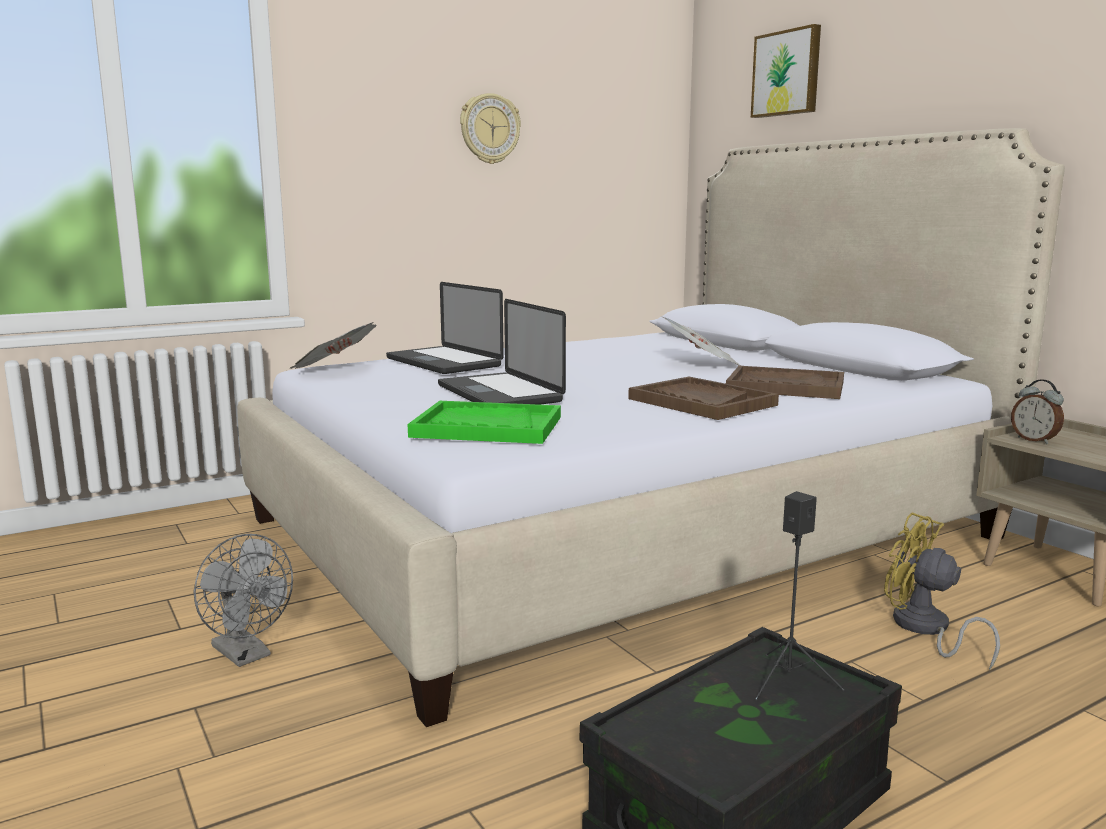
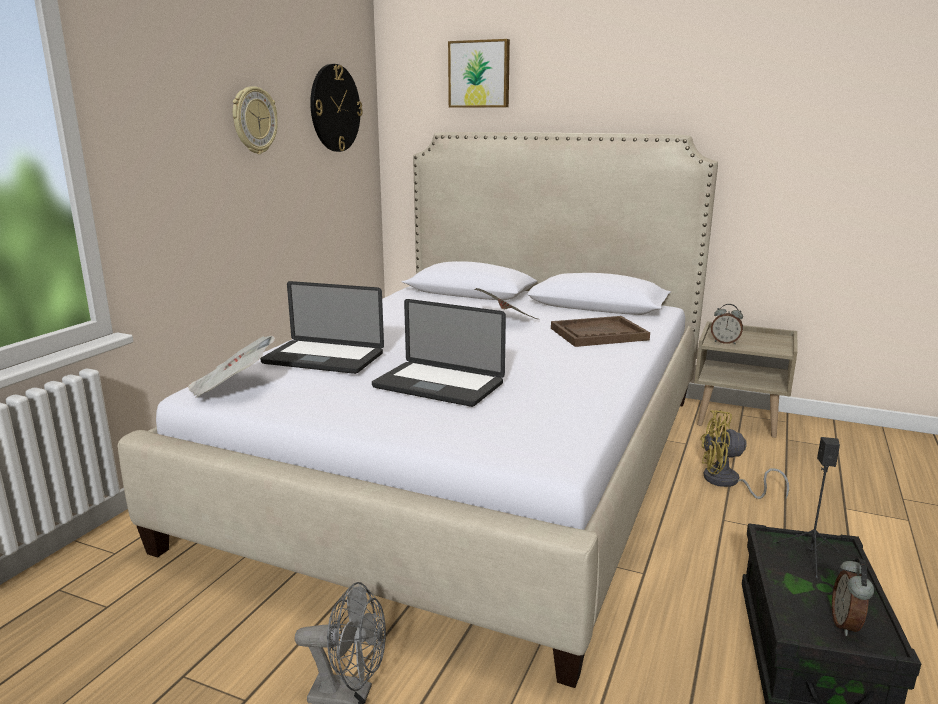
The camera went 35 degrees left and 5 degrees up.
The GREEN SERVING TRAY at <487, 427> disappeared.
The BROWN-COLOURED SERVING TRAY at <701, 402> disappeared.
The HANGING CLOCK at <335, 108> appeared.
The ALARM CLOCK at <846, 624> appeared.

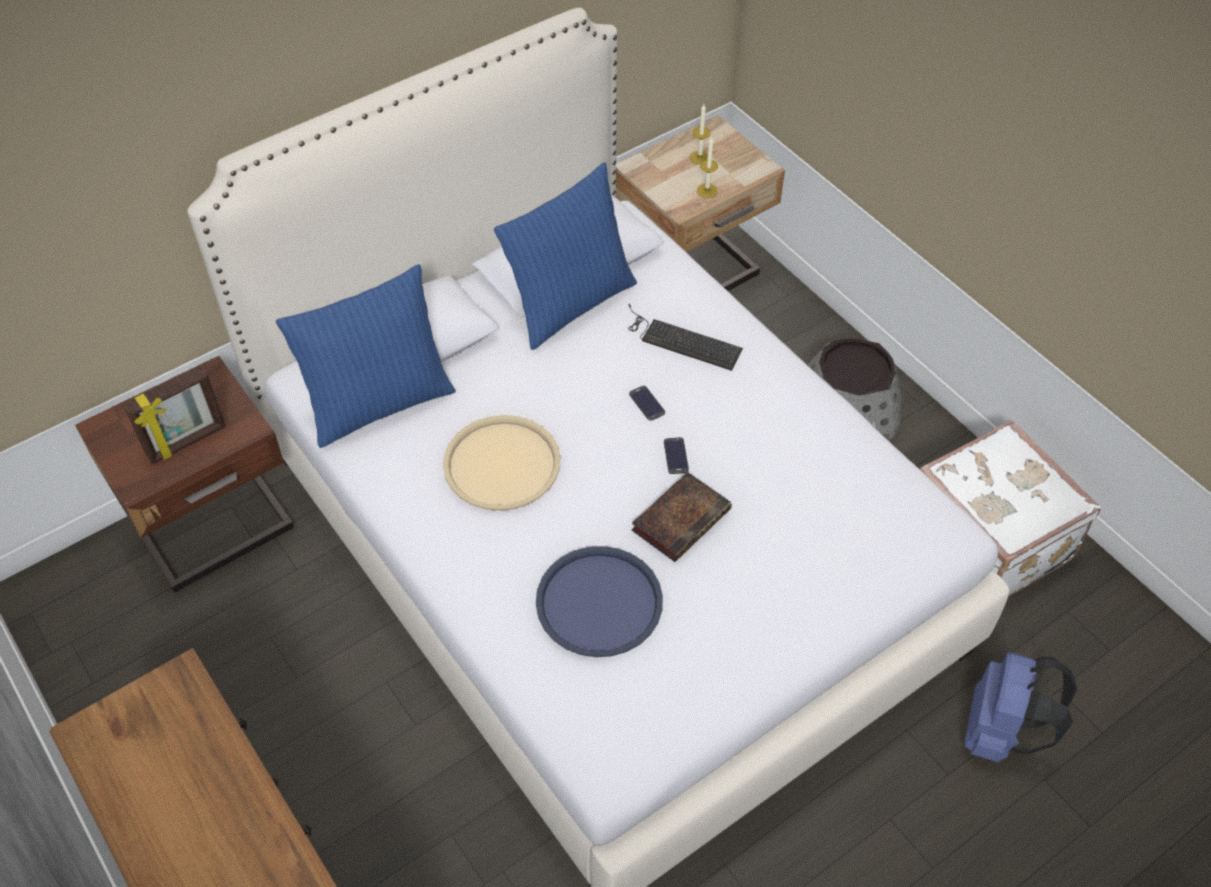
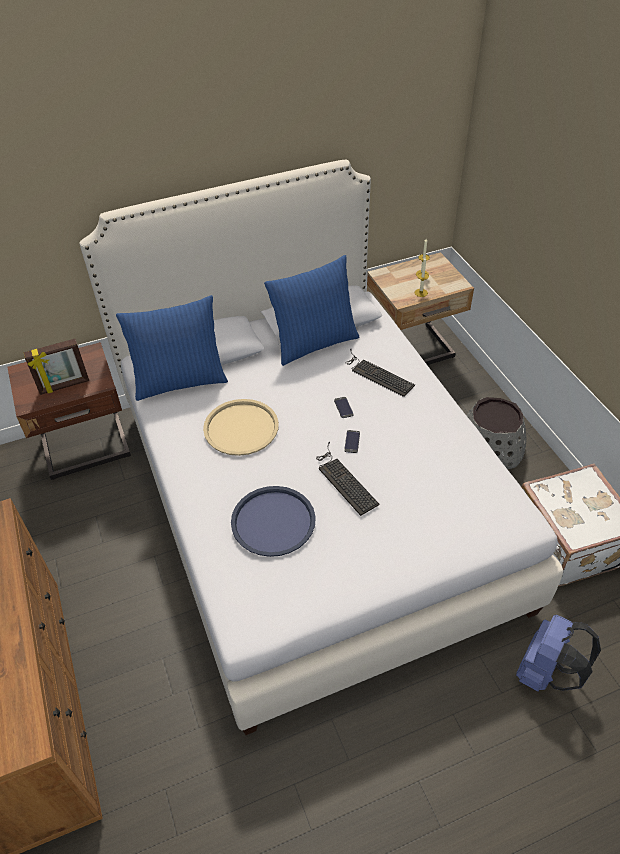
The camera went 15 degrees right and 5 degrees down.
The BOOK at <682, 518> was replaced by the PC KEYBOARD at <344, 480>.

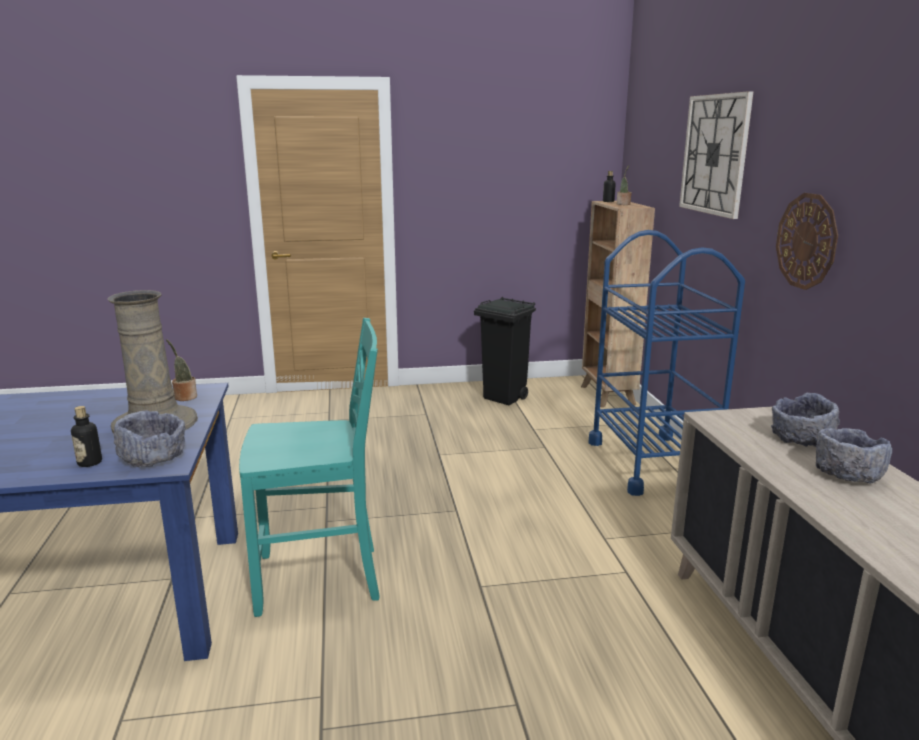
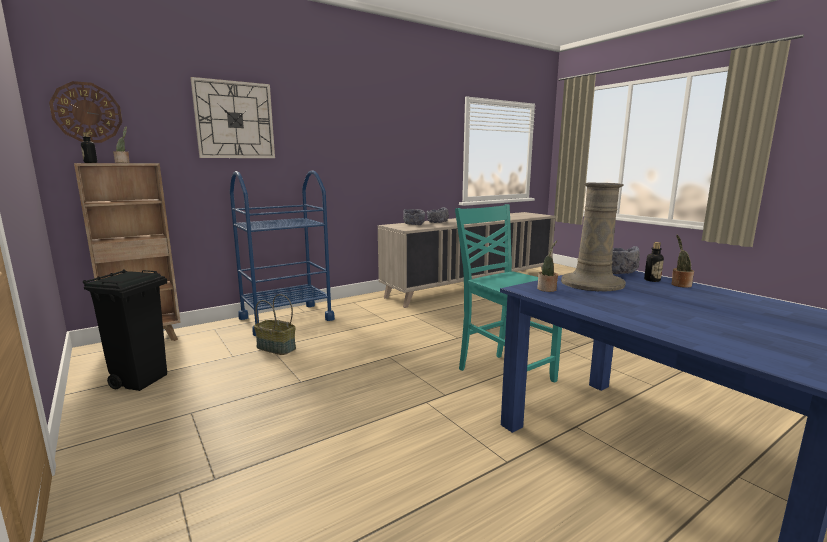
The camera went 115 degrees left and 5 degrees down.
The BASKET at <275, 348> appeared.
The HOUSEPLANT at <680, 284> appeared.
The HANGING CLOCK moved from <807, 241> to <87, 112>.

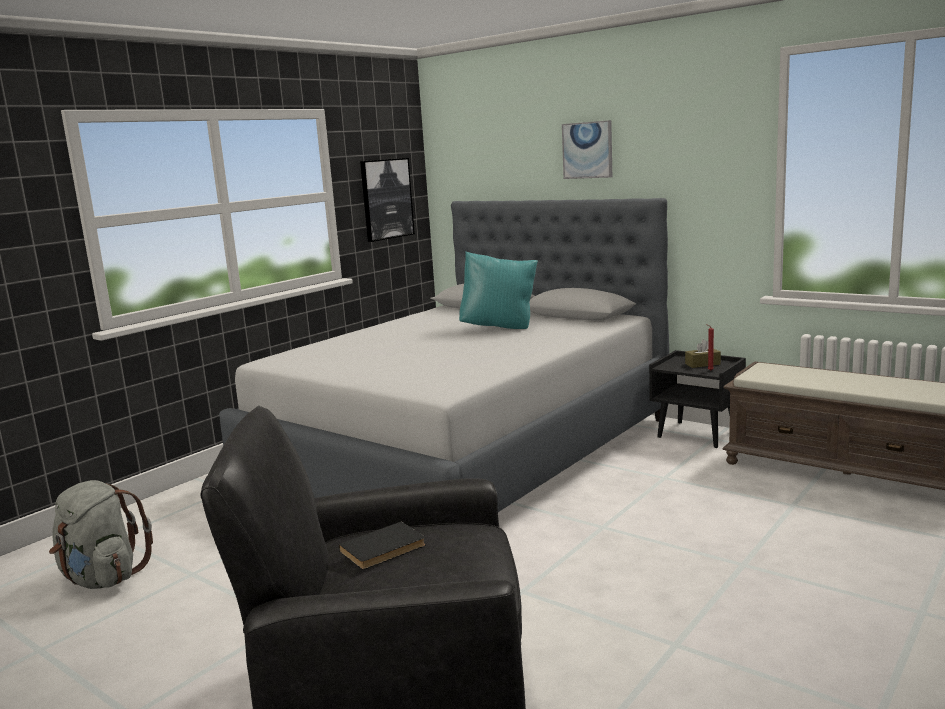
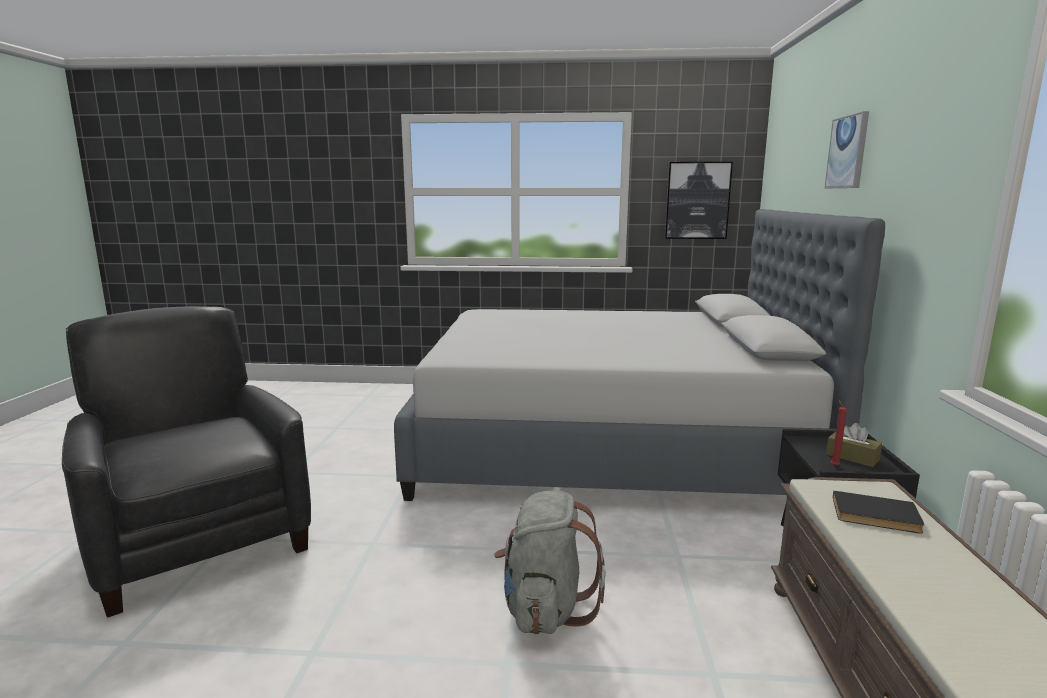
The camera went 55 degrees right and 0 degrees up.
The BLUE-GREEN PILLOW at <500, 327> disappeared.
The GREYISH BACKPACK moved from <103, 578> to <545, 608>.
The BLACKISH BOOK moved from <384, 549> to <876, 516>.

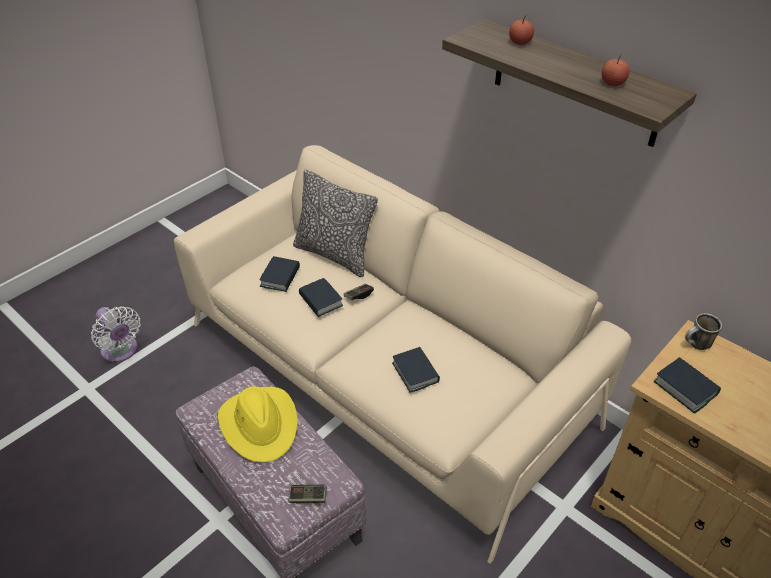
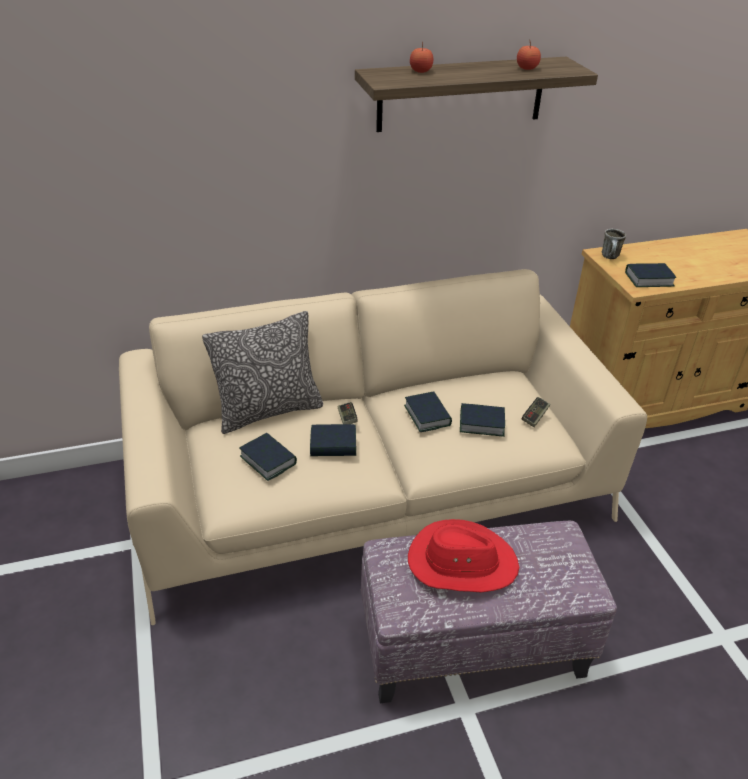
The camera went 60 degrees left and 5 degrees down.
The WHITE COOLING FAN at <121, 351> disappeared.
The BOOK at <427, 415> appeared.
The GAMEPAD moved from <308, 497> to <535, 416>.
The YELLOW-COLOURED HAT at <260, 424> became the RED-COLOURED HAT at <461, 562>.

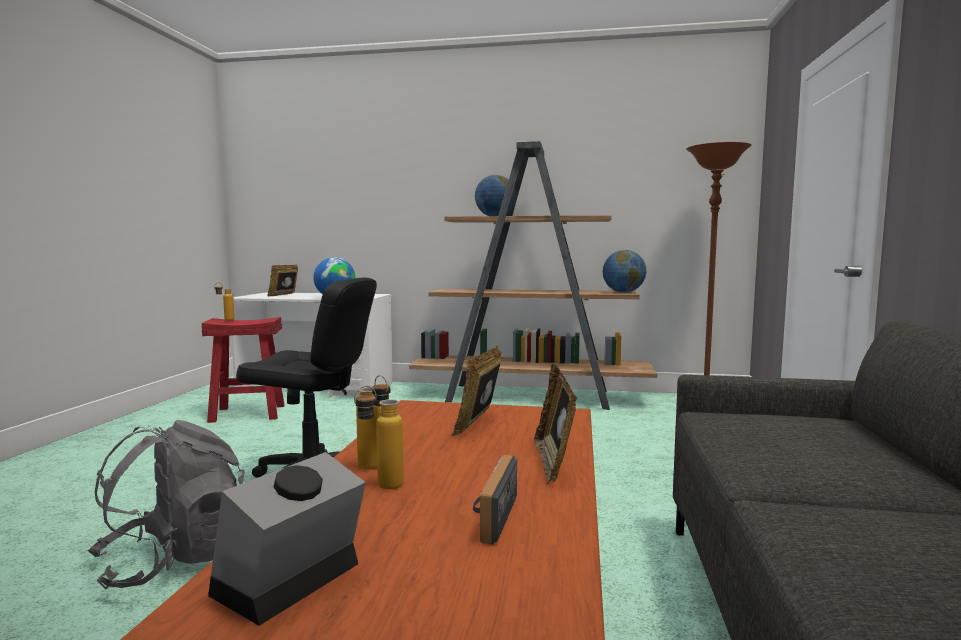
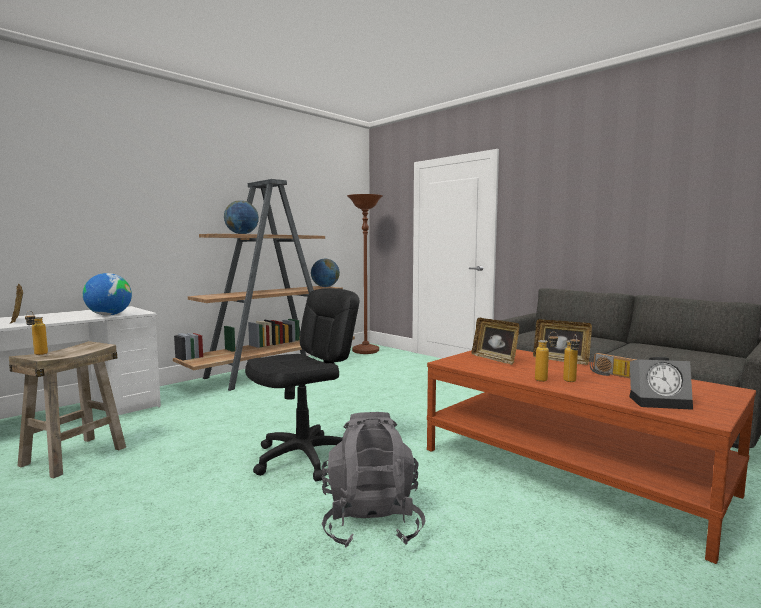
The camera went 55 degrees left and 0 degrees up.
The RED-COLOURED STOOL SEAT at <247, 414> became the SAND-COLOURED STOOL SEAT at <74, 456>.
The ALARM CLOCK at <288, 583> turned 60 degrees counterclockwise.

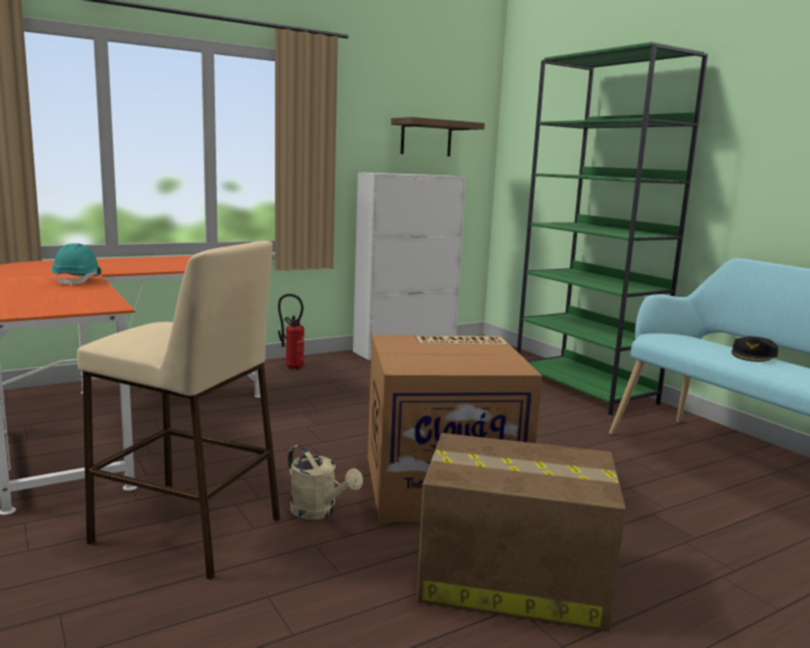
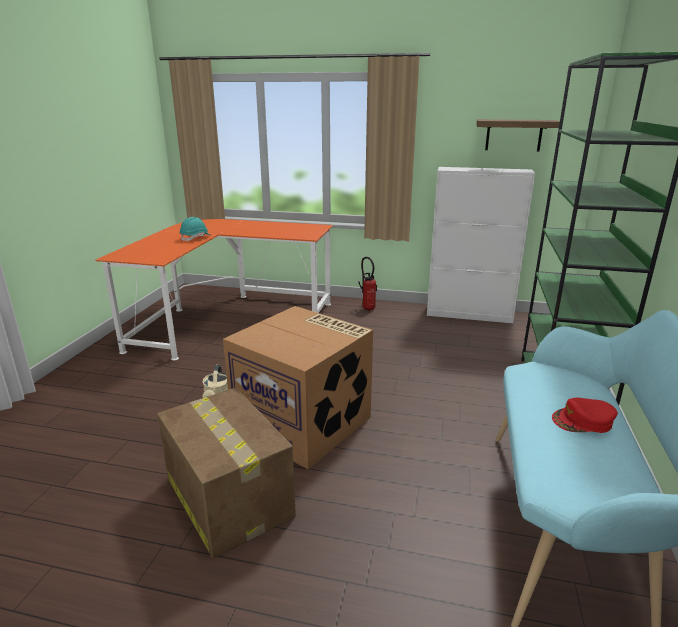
The camera went 45 degrees right and 10 degrees up.
The SAND-COLOURED STOOL SEAT at <188, 531> disappeared.
The BLACKISH BASEBALL CAP at <753, 355> became the RED-COLOURED BASEBALL CAP at <583, 421>.

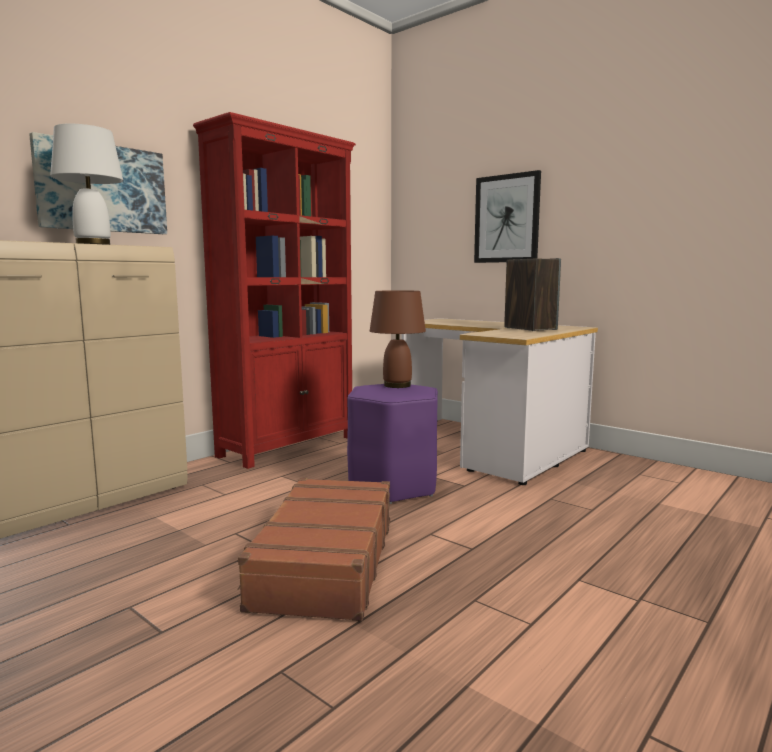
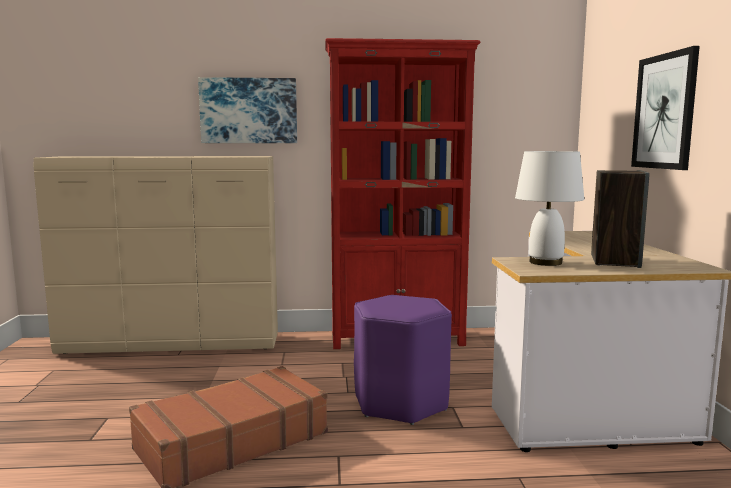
The camera went 45 degrees right and 0 degrees up.
The BROWN-COLOURED LAMP FOR A TABLE at <398, 385> disappeared.
The WHITE LAMP FOR A TABLE moved from <94, 244> to <546, 262>.

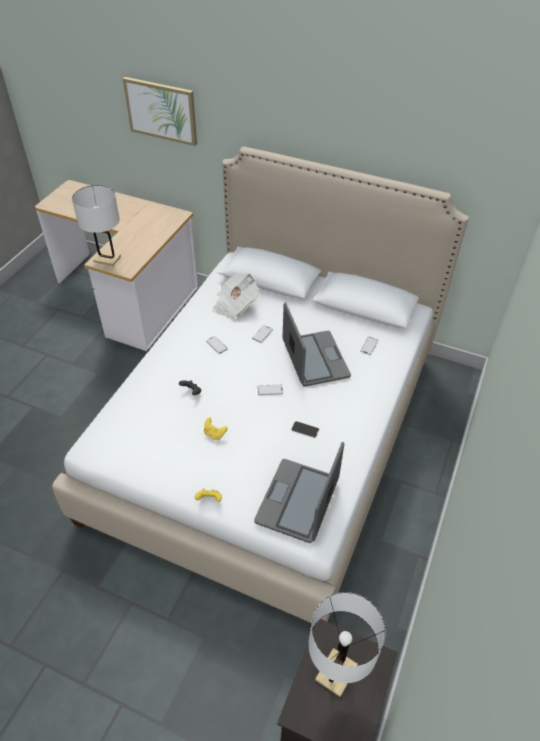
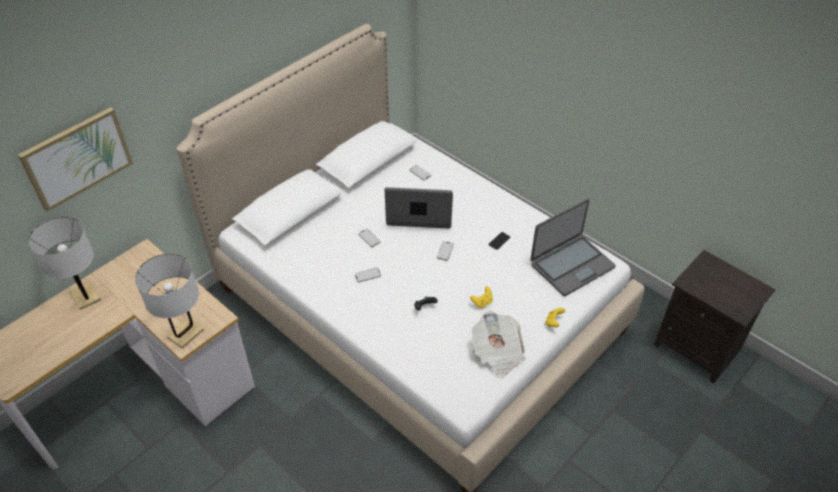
The camera went 70 degrees left and 0 degrees up.
The PRINTED PAPER moved from <235, 305> to <497, 353>.
The WHITE LAMP FOR A TABLE moved from <336, 673> to <85, 296>.
The NOTEBOOK COMPUTER at <298, 501> turned 75 degrees counterclockwise.

